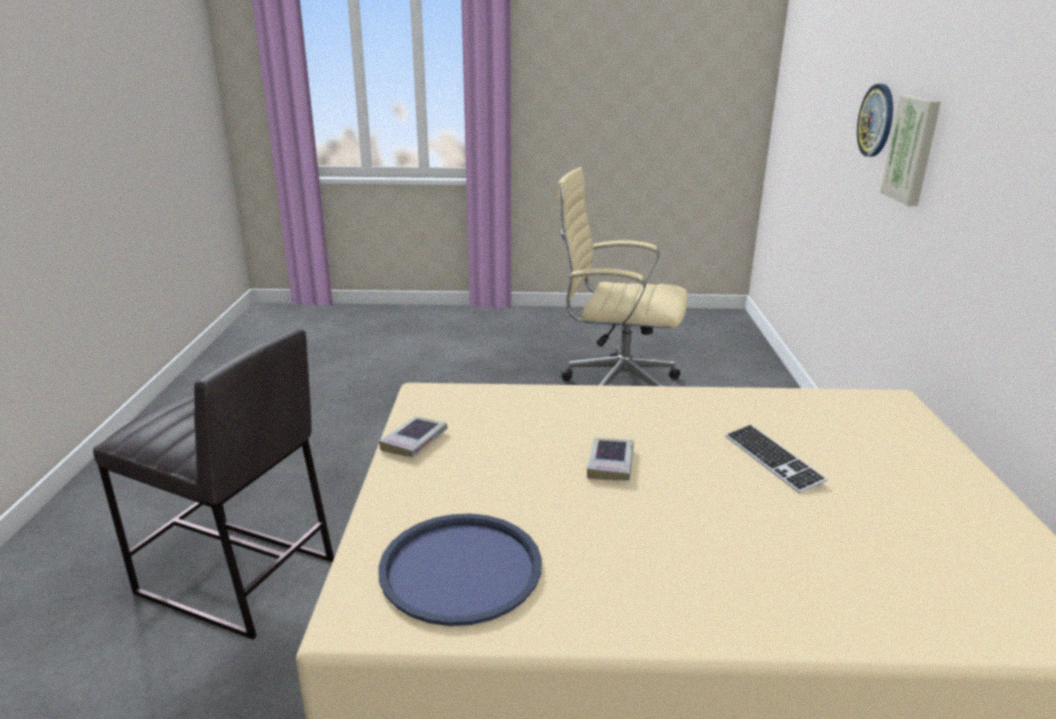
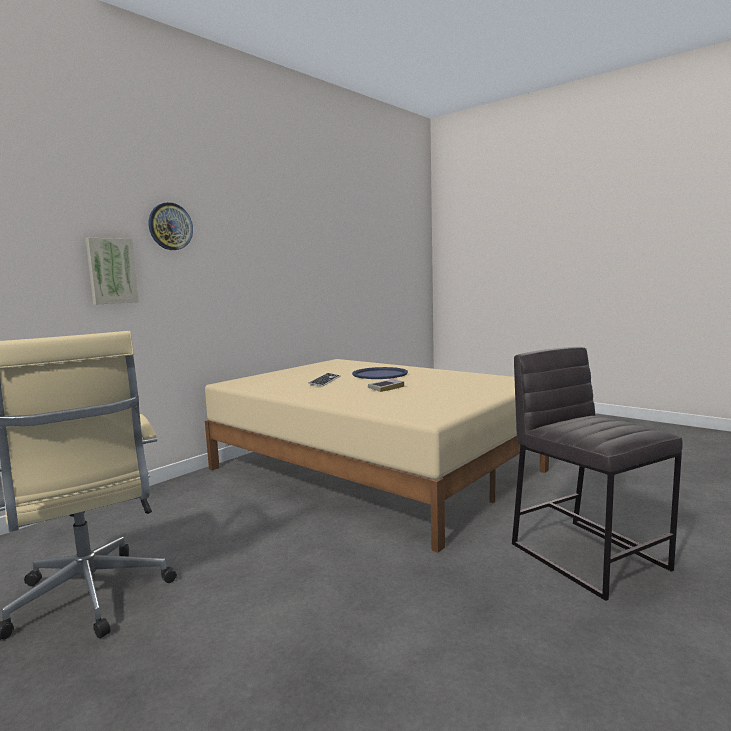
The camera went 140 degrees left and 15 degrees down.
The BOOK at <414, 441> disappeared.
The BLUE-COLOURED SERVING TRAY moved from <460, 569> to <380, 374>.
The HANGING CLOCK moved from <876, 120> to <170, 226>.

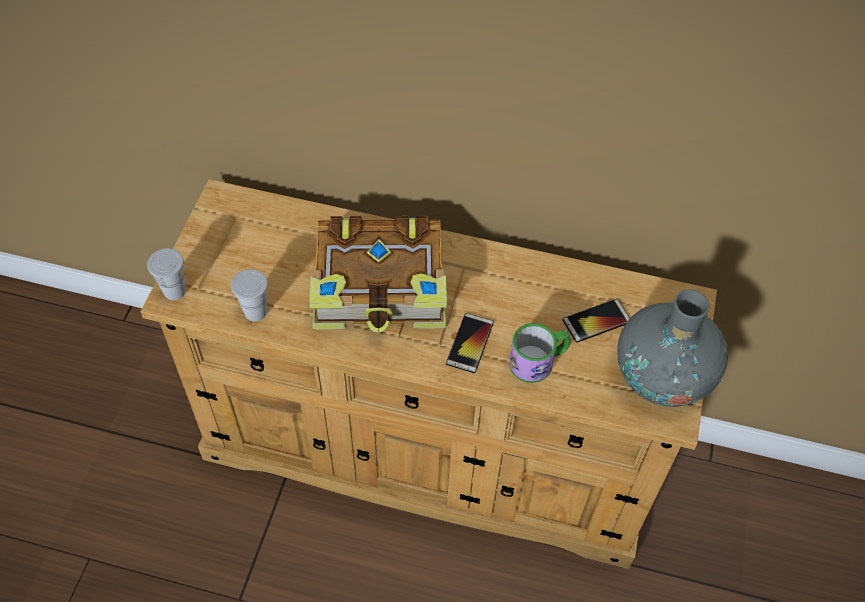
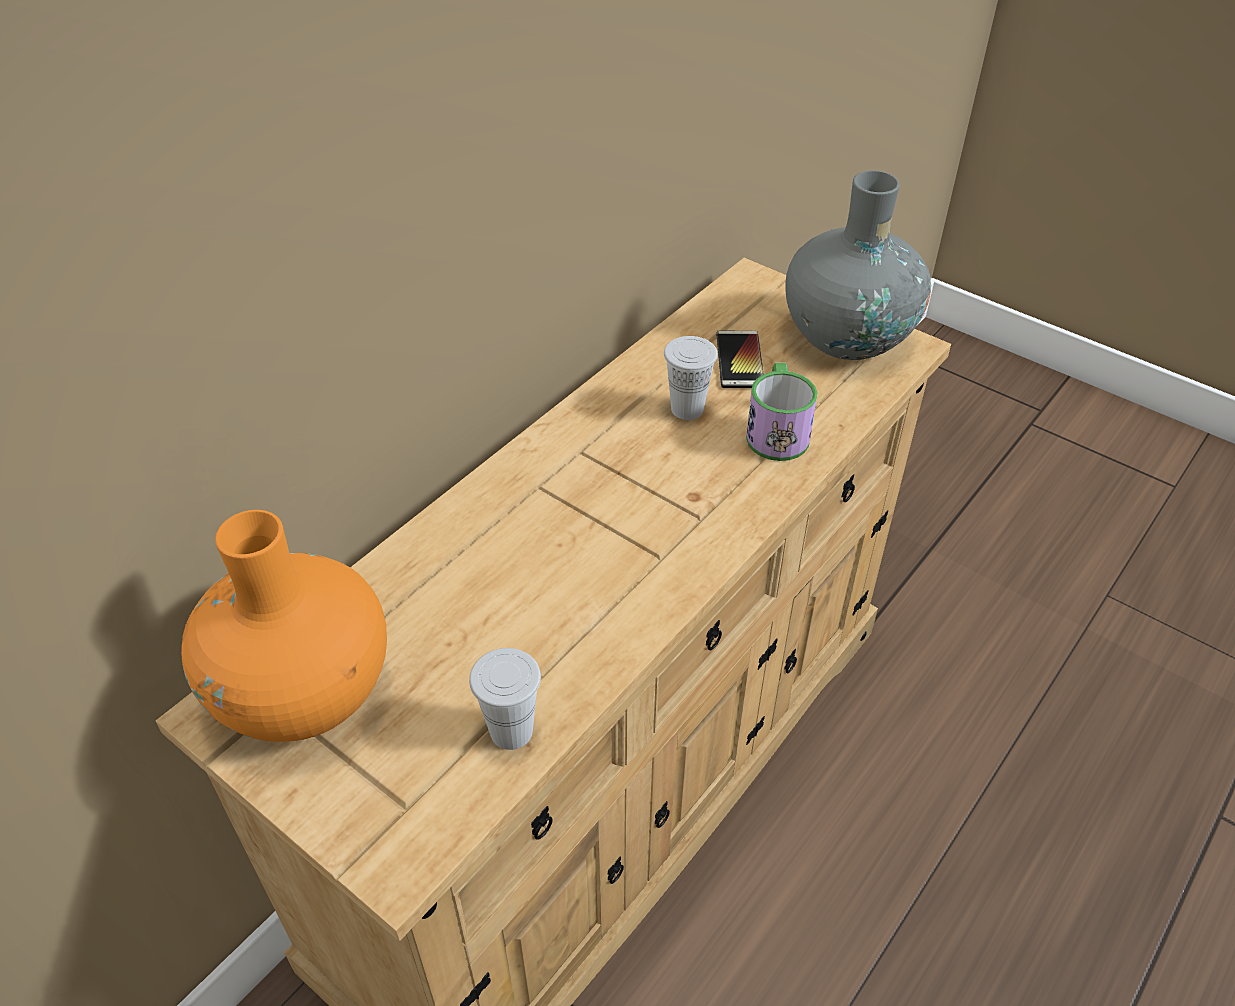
The camera went 65 degrees left and 10 degrees down.
The BOOK at <381, 288> disappeared.
The HANDSET at <470, 343> disappeared.
The ORANGE-COLOURED DECORATIVE VASE at <303, 693> appeared.
The WHITE DRINKING CUP moved from <174, 291> to <687, 409>.

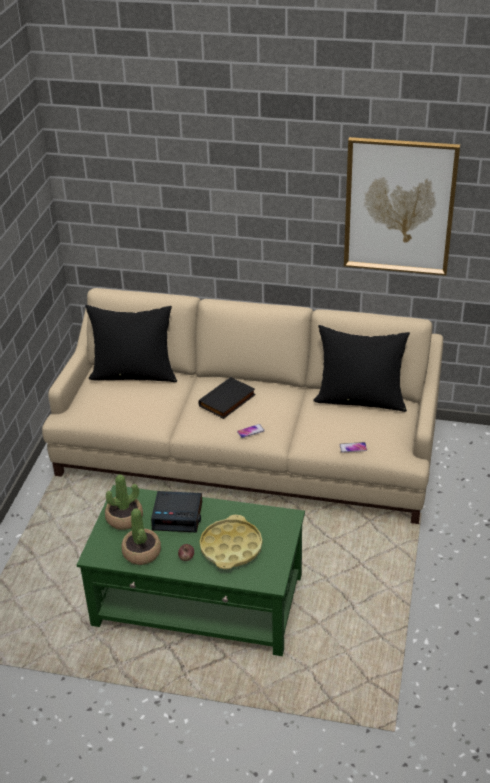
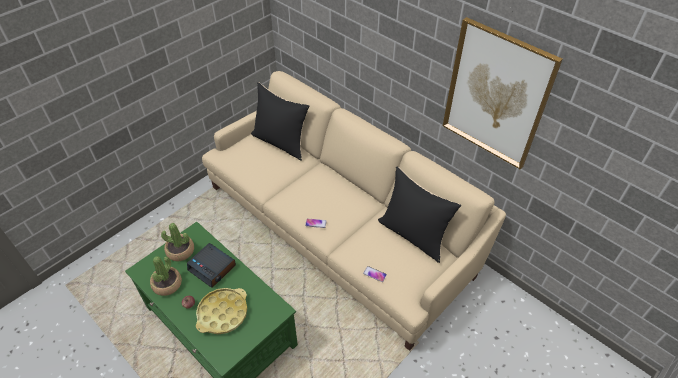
The camera went 30 degrees right and 10 degrees up.
The BLACKISH BOOK at <228, 401> disappeared.

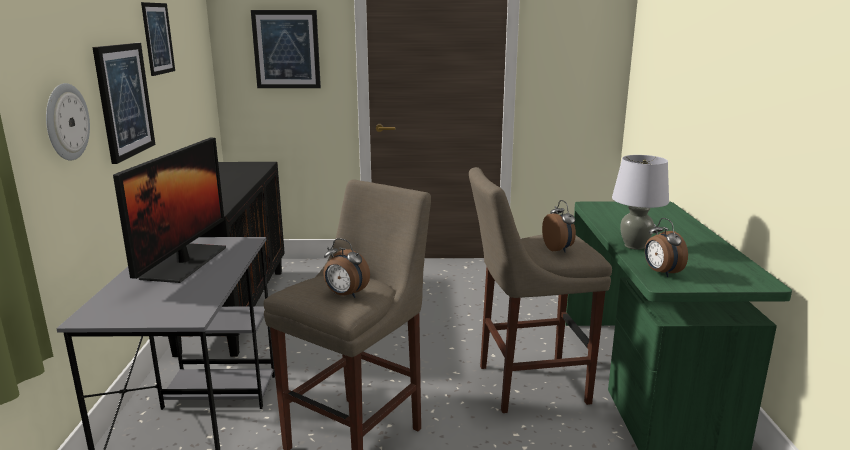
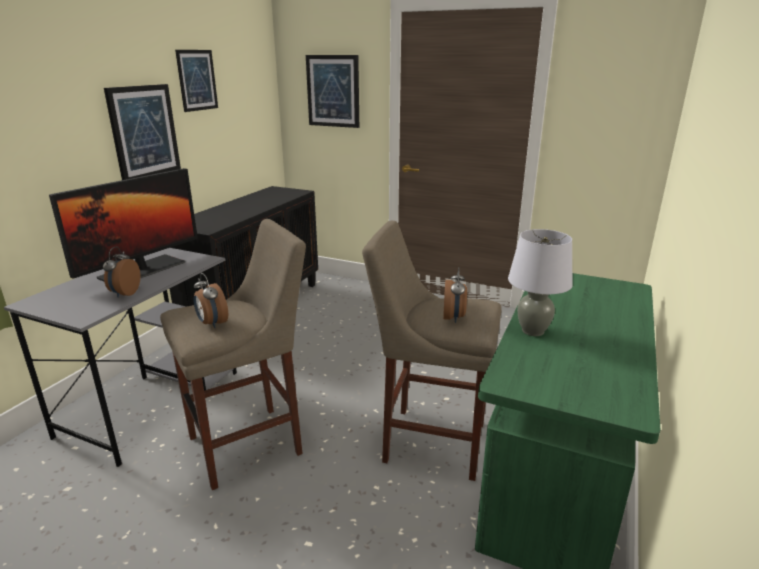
The camera went 25 degrees right and 5 degrees up.
The HANGING CLOCK at <66, 122> disappeared.
The ALARM CLOCK moved from <661, 272> to <124, 293>.

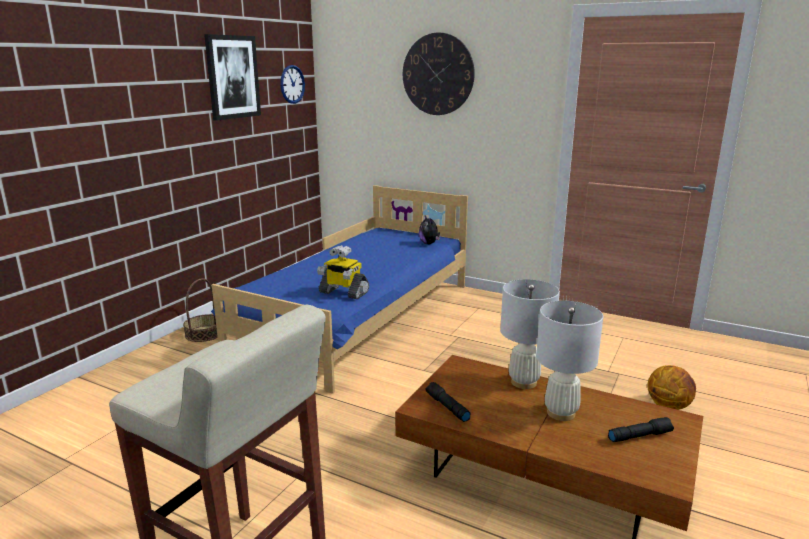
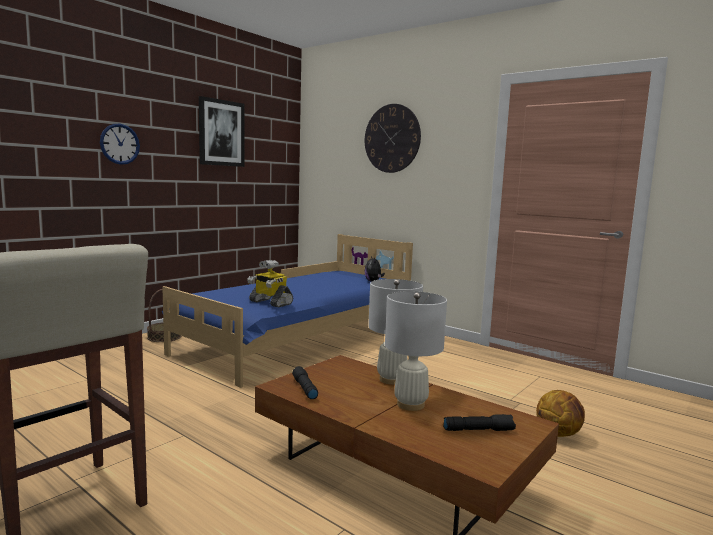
The camera went 10 degrees right and 10 degrees down.
The HANGING CLOCK moved from <292, 84> to <120, 144>.

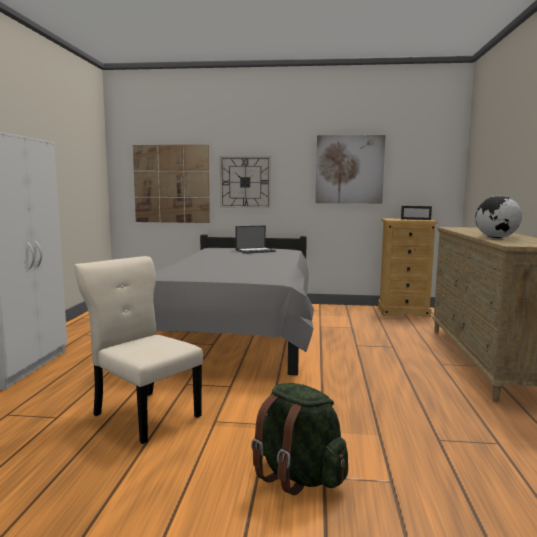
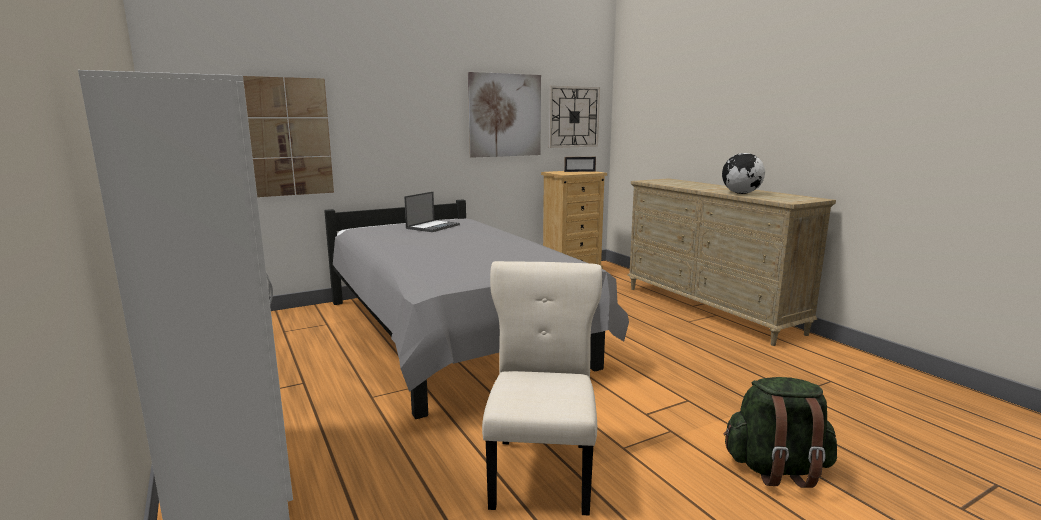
The camera went 35 degrees left and 5 degrees up.
The HANGING CLOCK moved from <245, 182> to <573, 117>.
The SAND-COLOURED CHAIR at <144, 414> turned 90 degrees clockwise.

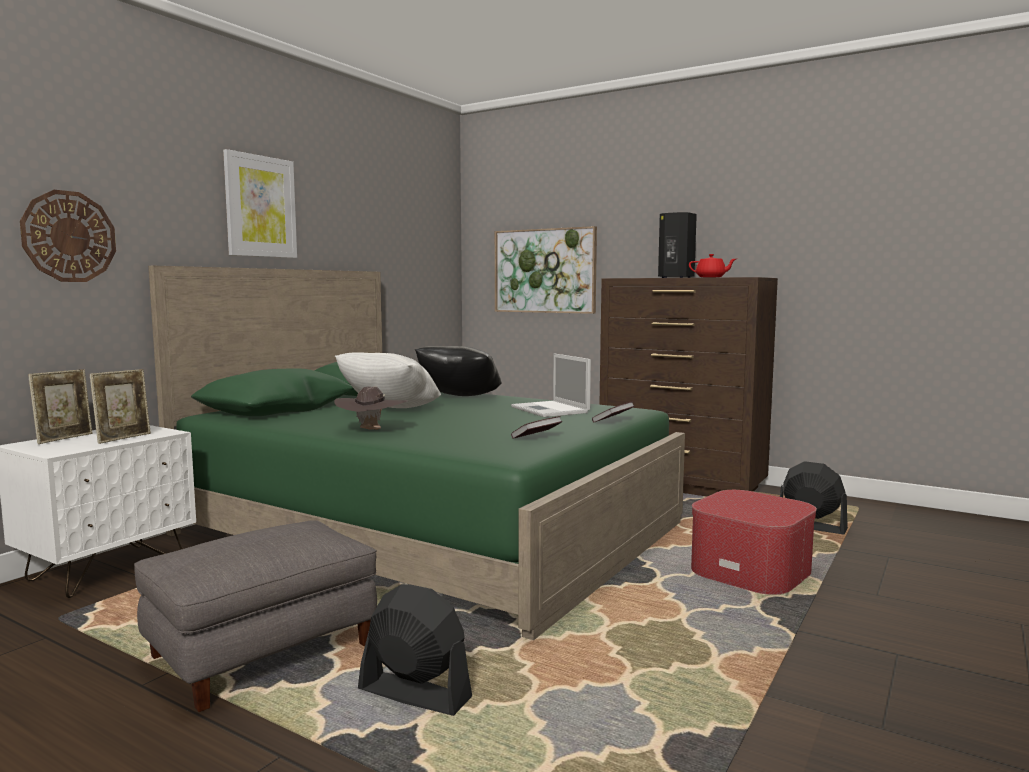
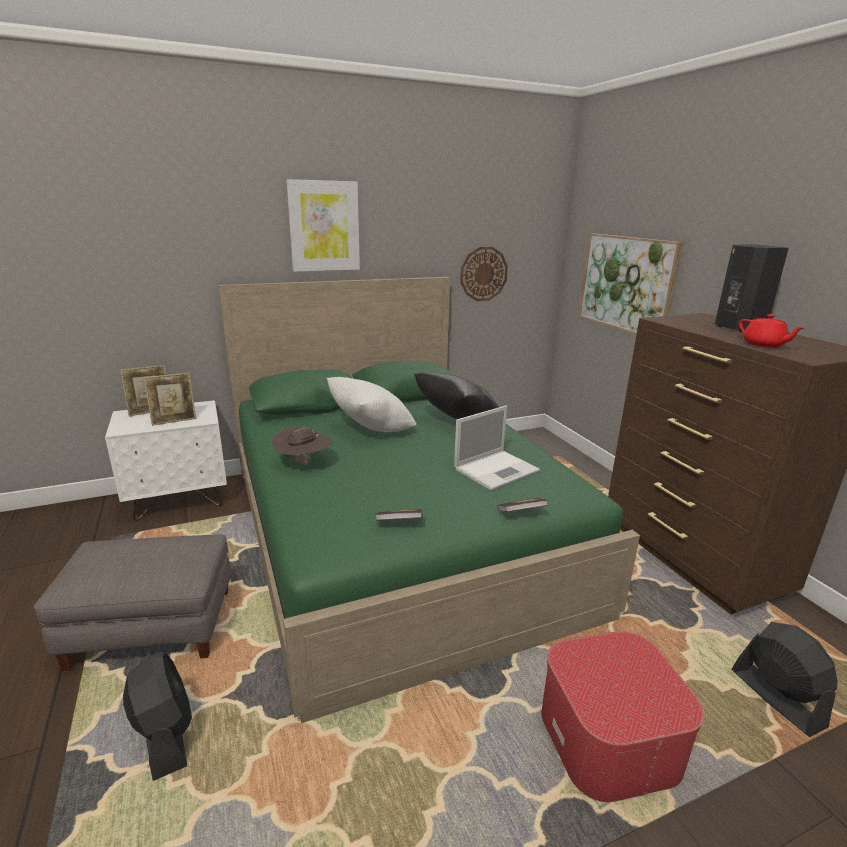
The camera went 35 degrees right and 15 degrees up.
The HANGING CLOCK moved from <69, 236> to <483, 274>.
The NOTEBOOK COMPUTER at <551, 410> turned 135 degrees counterclockwise.

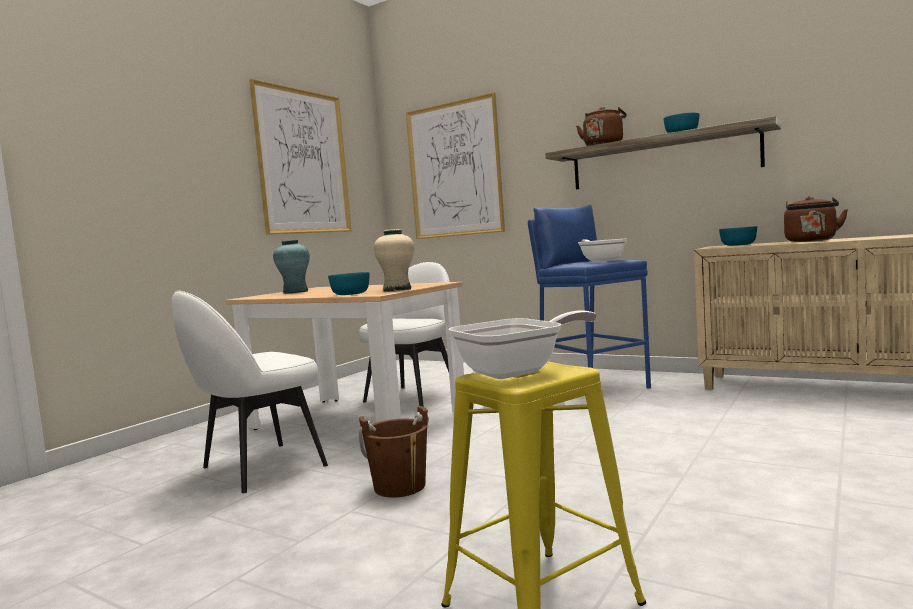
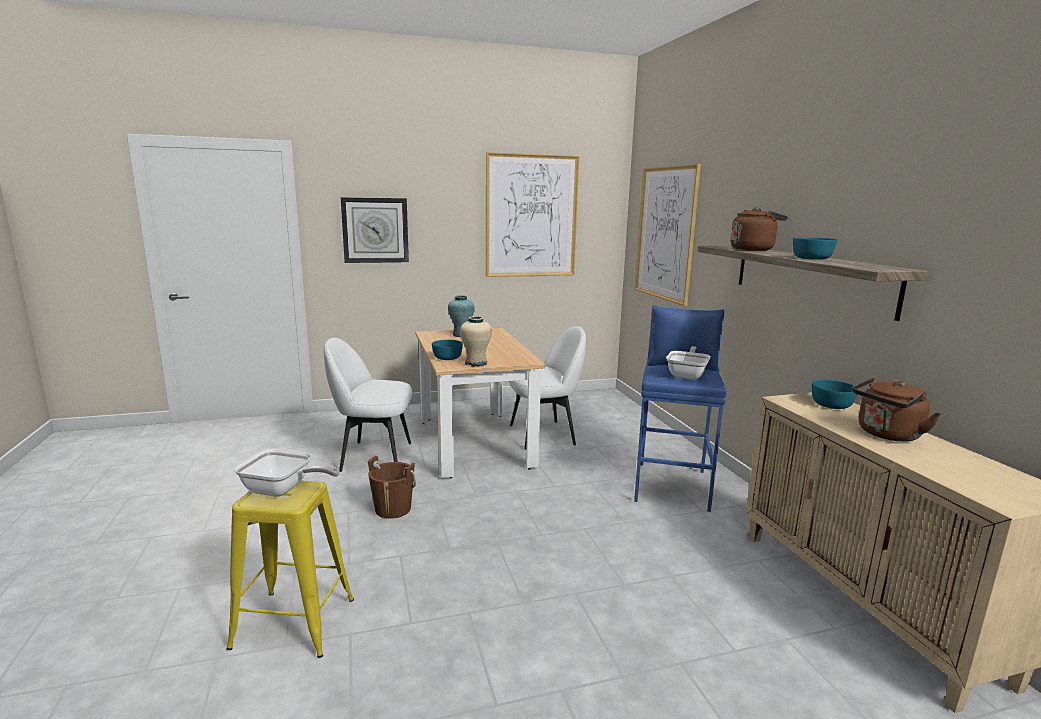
The camera went 40 degrees right and 10 degrees up.
The HANGING CLOCK at <375, 230> appeared.

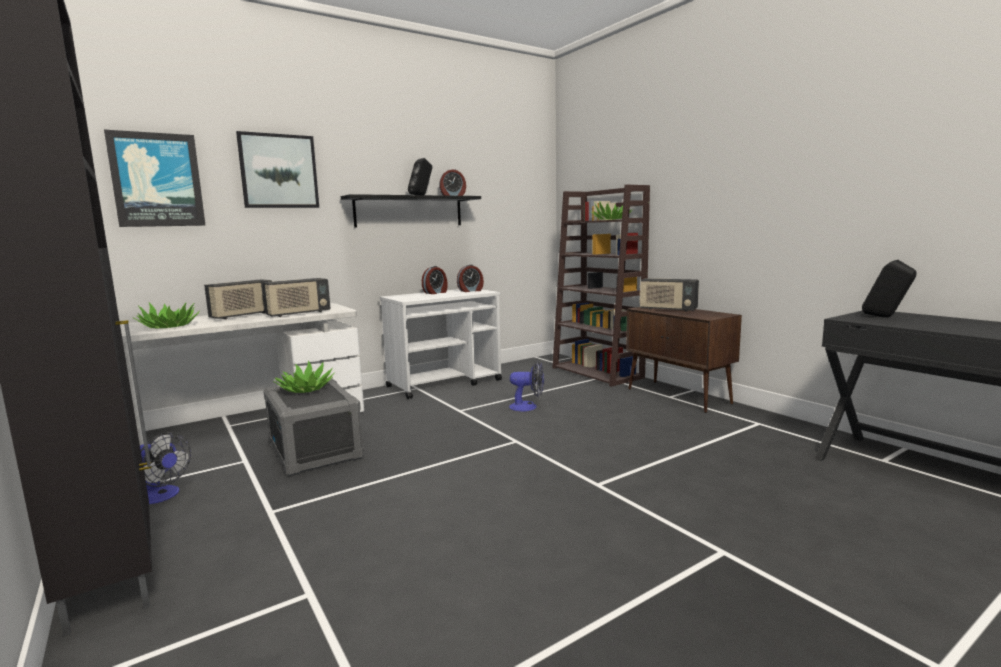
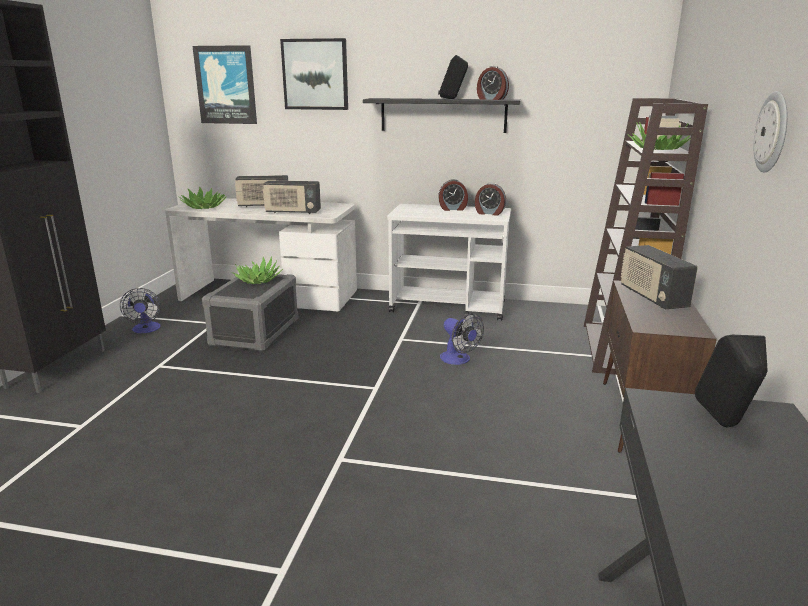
The camera went 45 degrees right and 10 degrees up.
The HANGING CLOCK at <773, 132> appeared.

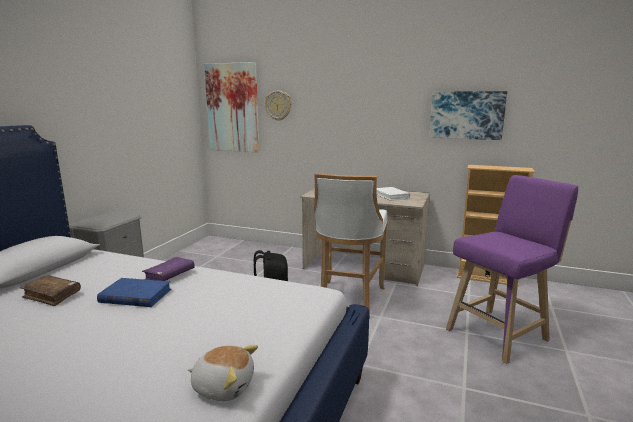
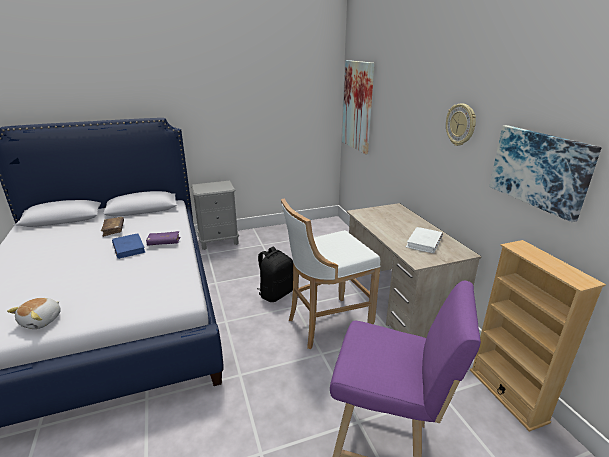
The camera went 50 degrees right and 10 degrees up.
The HANGING CLOCK moved from <278, 105> to <461, 124>.
The SOFT TOY at <223, 386> turned 45 degrees clockwise.

